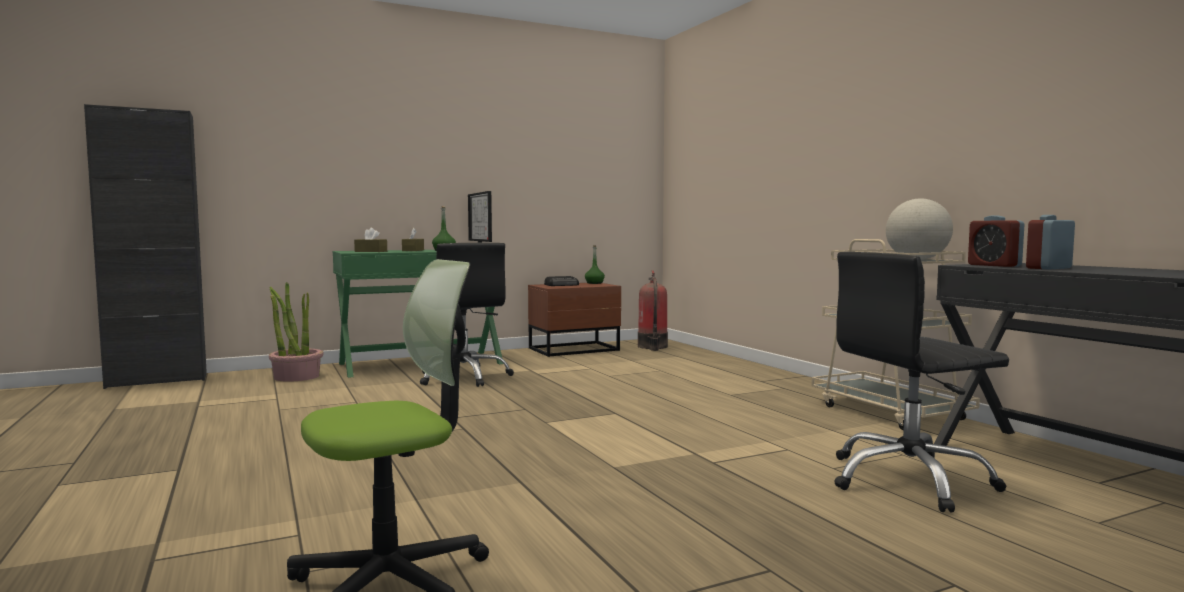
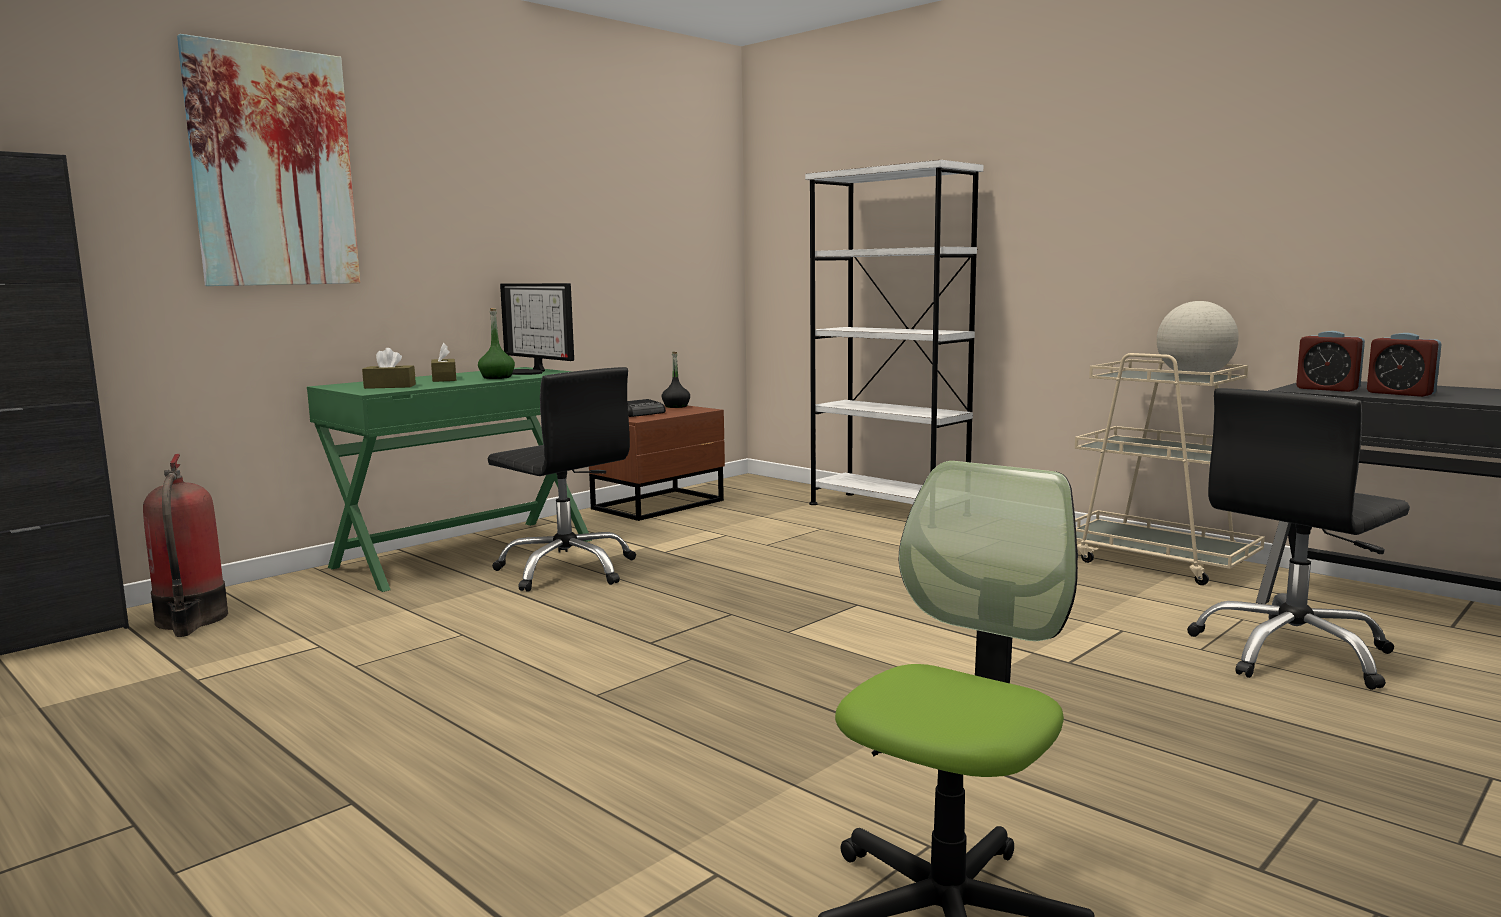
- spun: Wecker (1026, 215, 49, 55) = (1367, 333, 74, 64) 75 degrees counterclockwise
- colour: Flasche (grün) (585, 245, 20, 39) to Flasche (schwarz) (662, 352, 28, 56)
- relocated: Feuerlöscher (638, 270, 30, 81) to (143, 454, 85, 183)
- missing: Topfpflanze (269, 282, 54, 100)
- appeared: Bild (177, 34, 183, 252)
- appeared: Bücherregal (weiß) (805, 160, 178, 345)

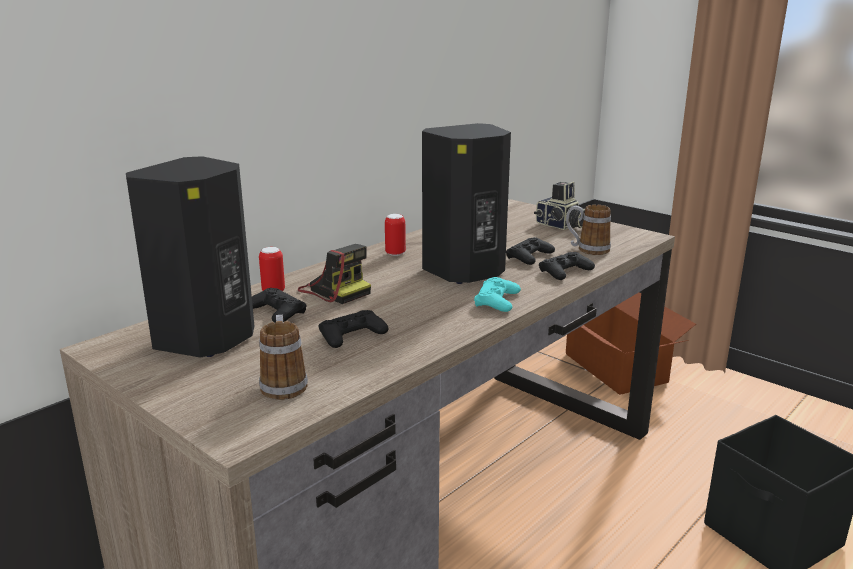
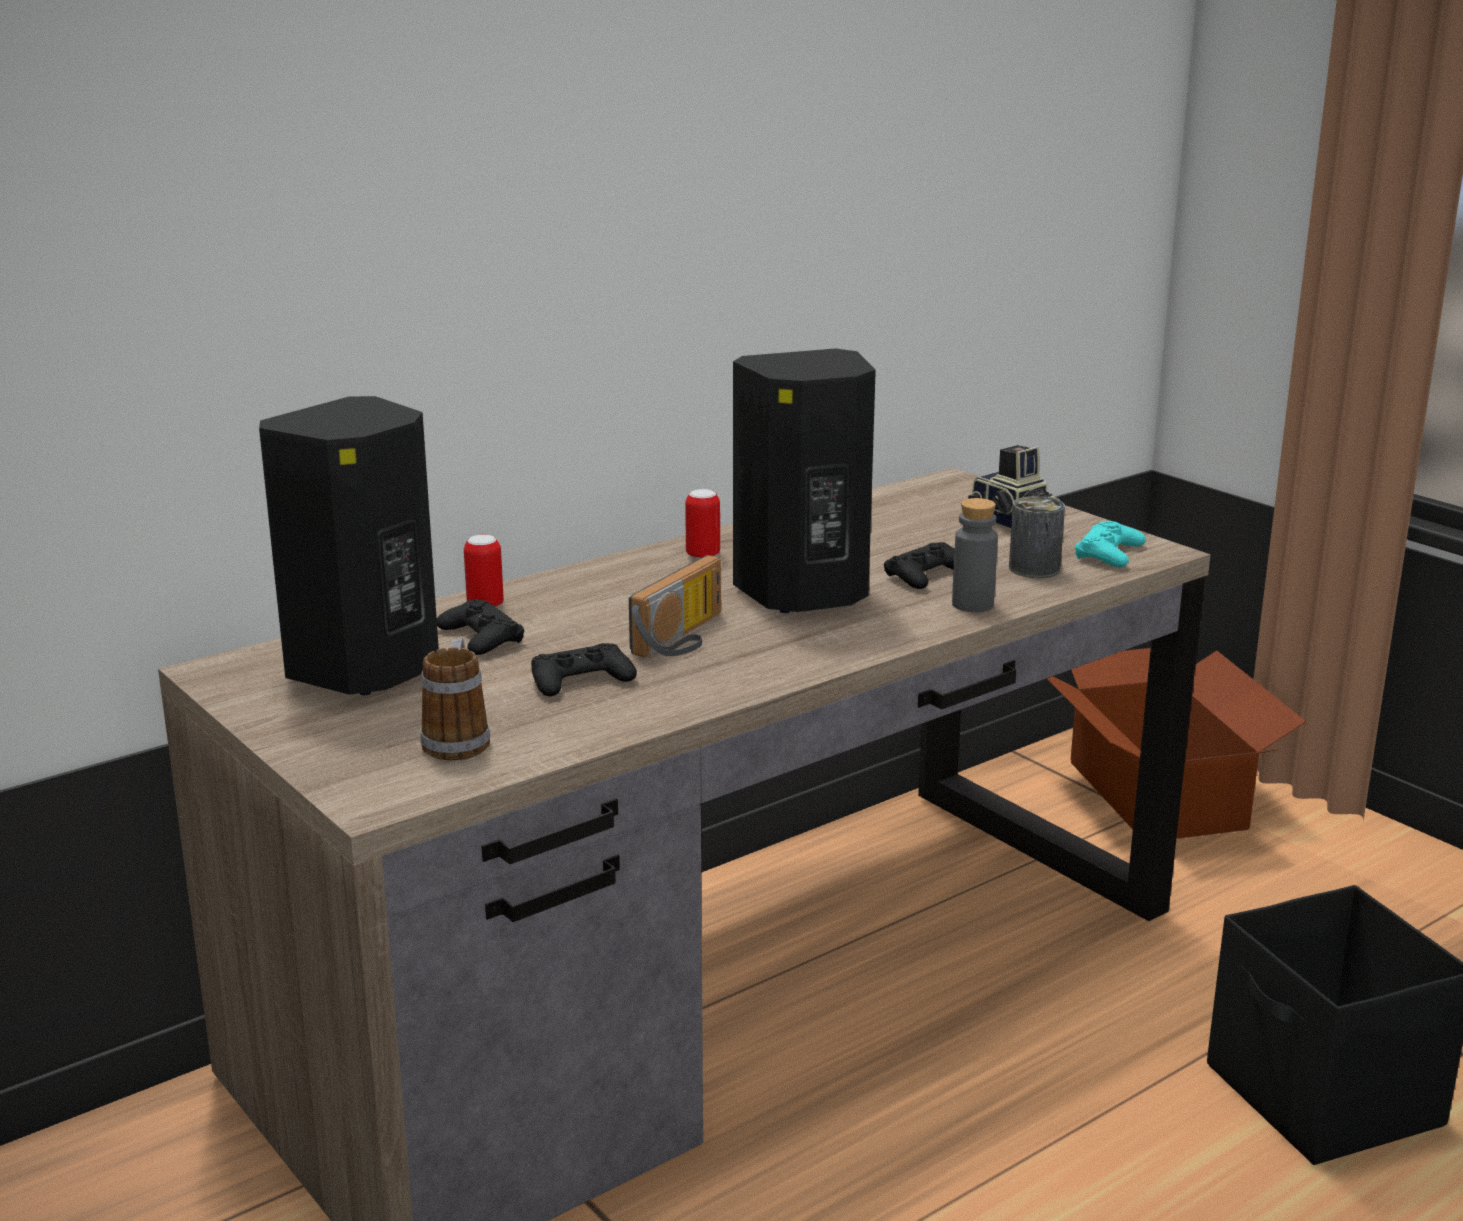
- exchanged: Henkelbecher (566, 205, 45, 50) to Dose (1009, 496, 56, 82)
- missing: Kamera (298, 244, 73, 60)
- exchanged: Gamepad (schwarz) (539, 252, 56, 28) to Flasche (grau) (952, 498, 46, 114)
- relocated: Gamepad (türkis) (474, 277, 47, 35) to (1075, 521, 71, 46)
- appeared: Radio (629, 555, 92, 102)

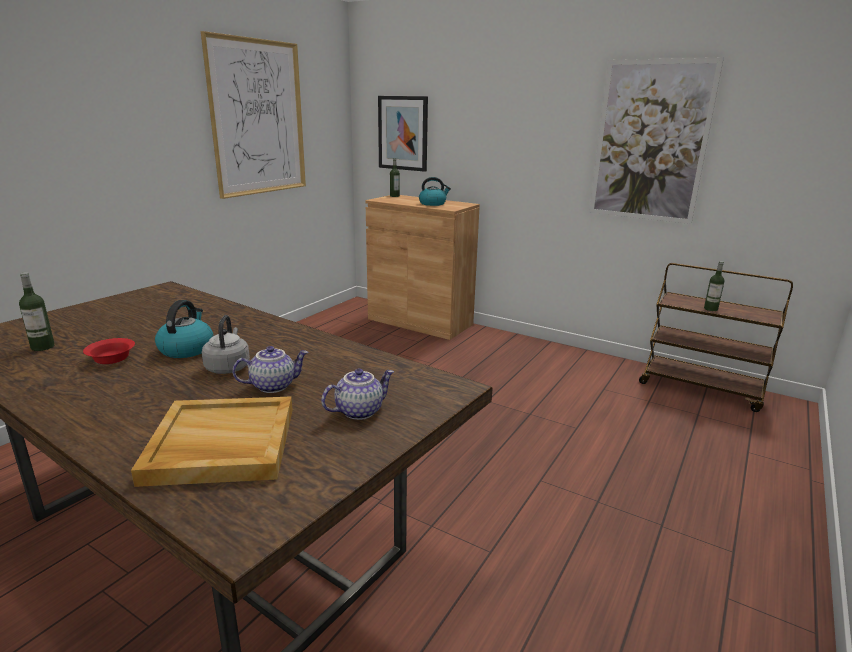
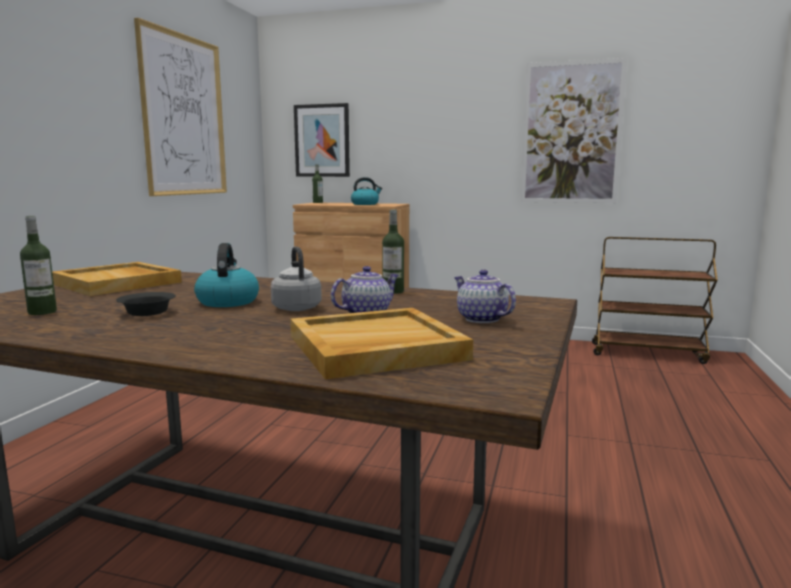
- relocated: Flasche (704, 261, 21, 50) to (382, 210, 22, 84)
- colour: Schüssel (rot) (83, 338, 52, 26) to Schüssel (schwarz) (116, 292, 60, 24)
- spun: Teekanne (321, 369, 73, 51) = (454, 269, 62, 54) 75 degrees counterclockwise
- appeared: Tablett (beige) (52, 262, 130, 34)

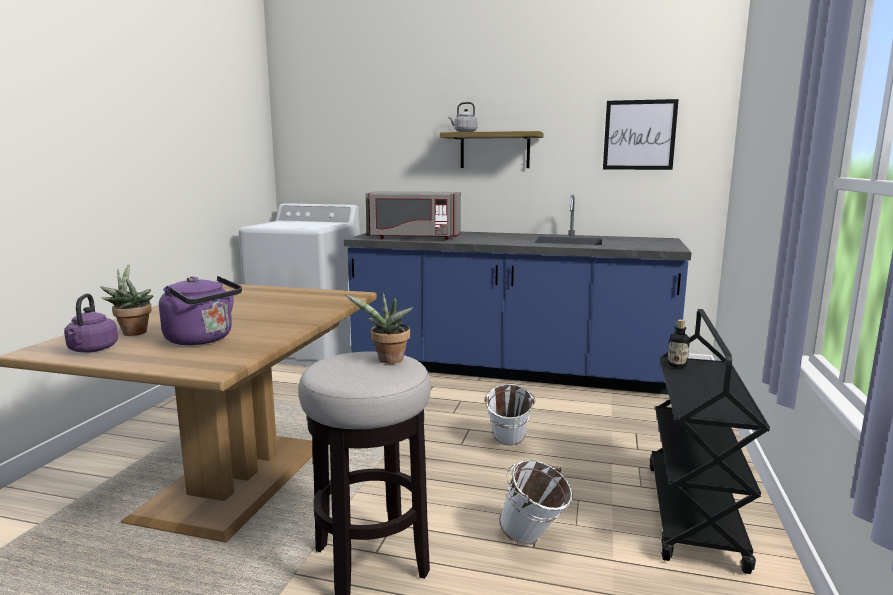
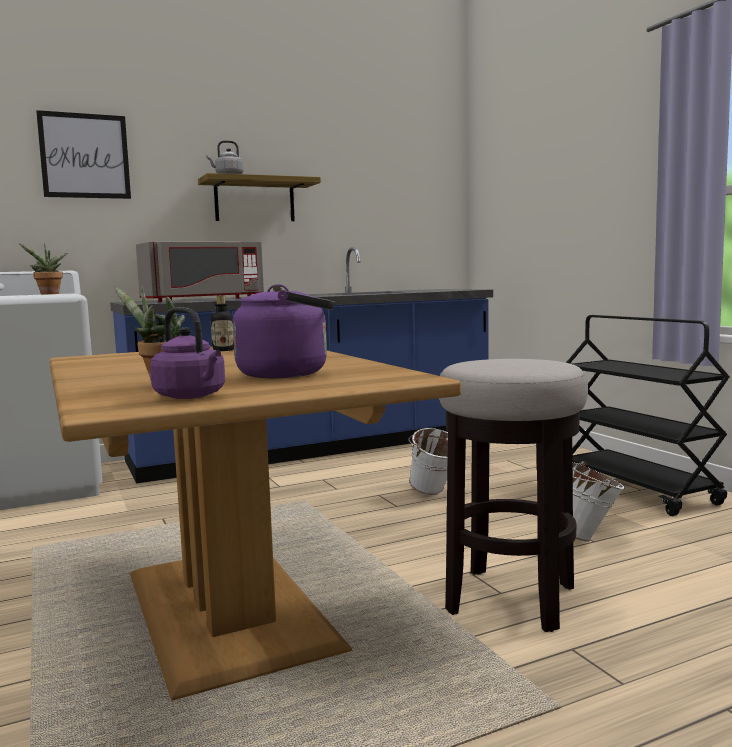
- relocated: Bild (603, 99, 76, 71) to (36, 110, 95, 89)
- relocated: Topfpflanze (345, 292, 68, 72) to (19, 243, 48, 52)
- relocated: Flasche (668, 320, 22, 48) to (211, 295, 23, 56)

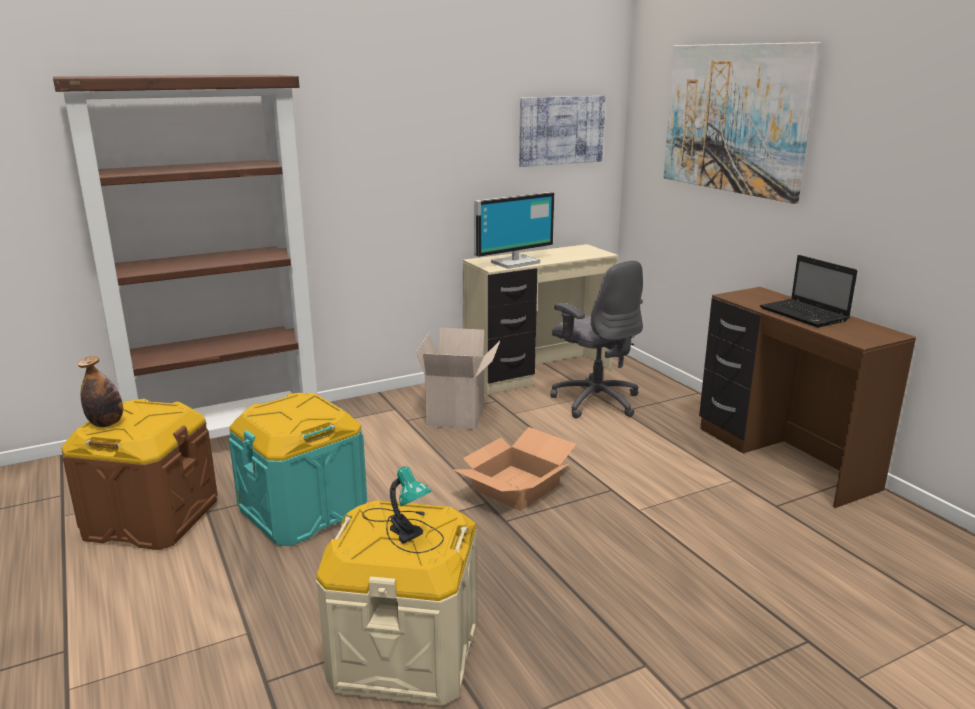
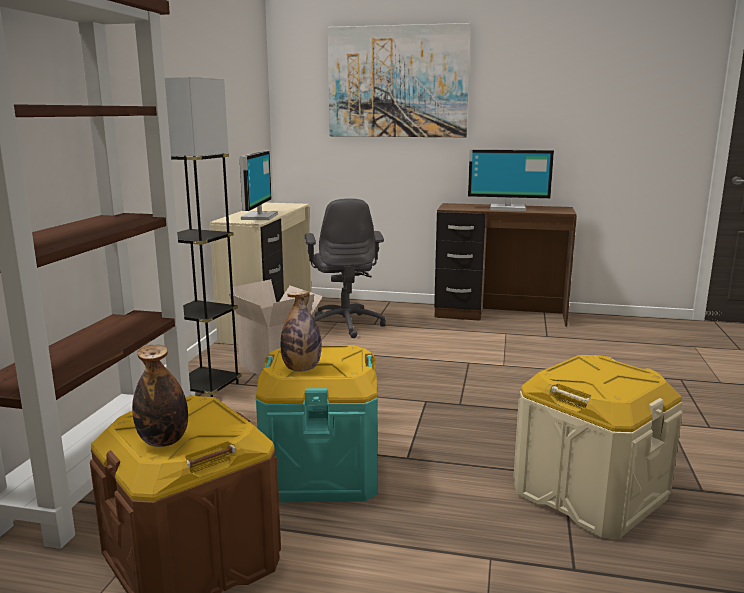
- missing: Bild (519, 96, 86, 71)
- exchanged: Laptop (760, 255, 98, 72) to Monitor (468, 149, 86, 62)
- spun: Bürostuhl (grau) (550, 260, 93, 158) = (305, 198, 81, 140) 75 degrees clockwise
- missing: Karton (453, 427, 124, 84)
- missing: Tischlampe (362, 466, 82, 87)
- appeared: Stehlampe (grau) (165, 77, 77, 320)
- appeared: Flasche (281, 292, 40, 80)

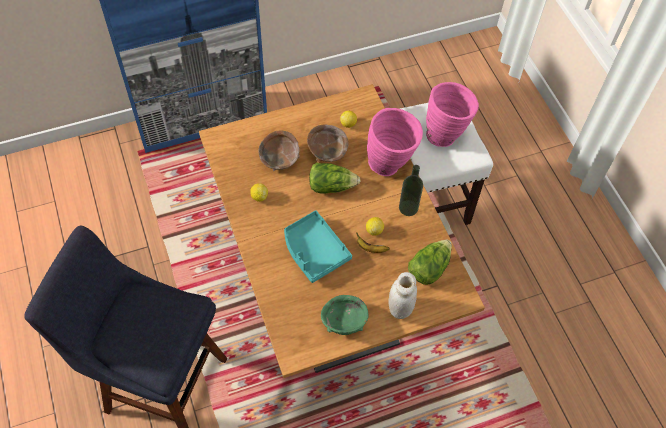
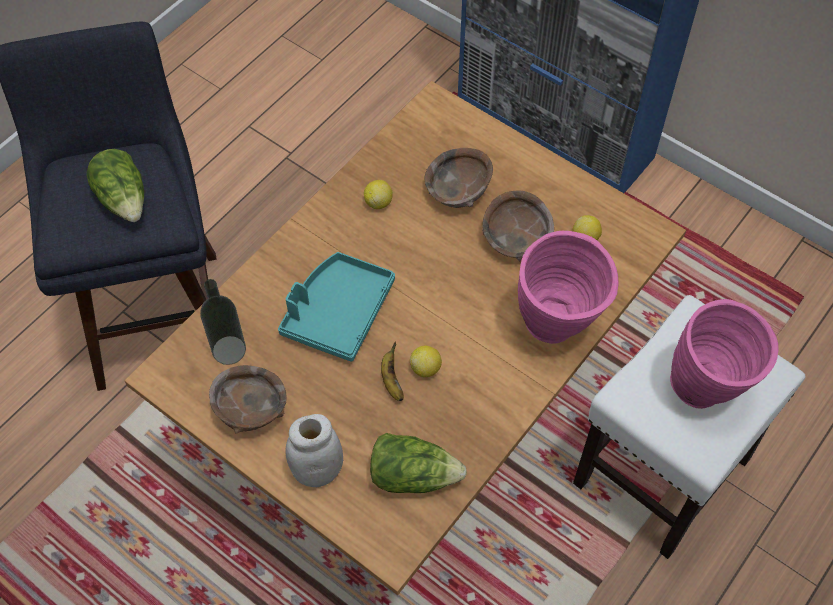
- relocated: Salatkopf (309, 163, 52, 30) to (87, 149, 57, 73)
- relocated: Flasche (399, 165, 24, 51) to (200, 279, 46, 86)
- colour: Schüssel (grün) (321, 295, 48, 40) to Schüssel (braun) (209, 365, 78, 69)

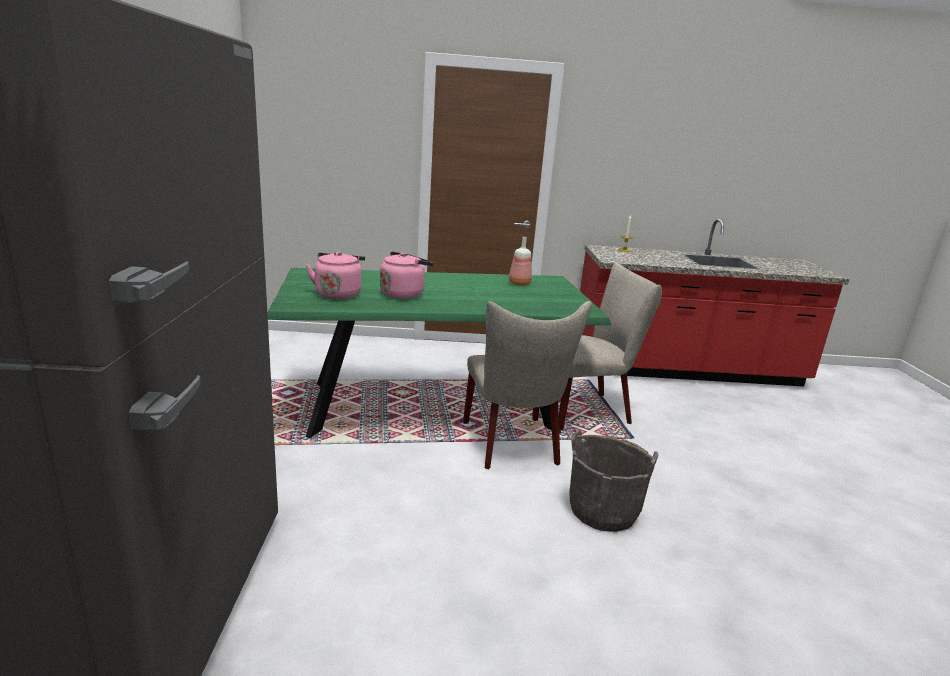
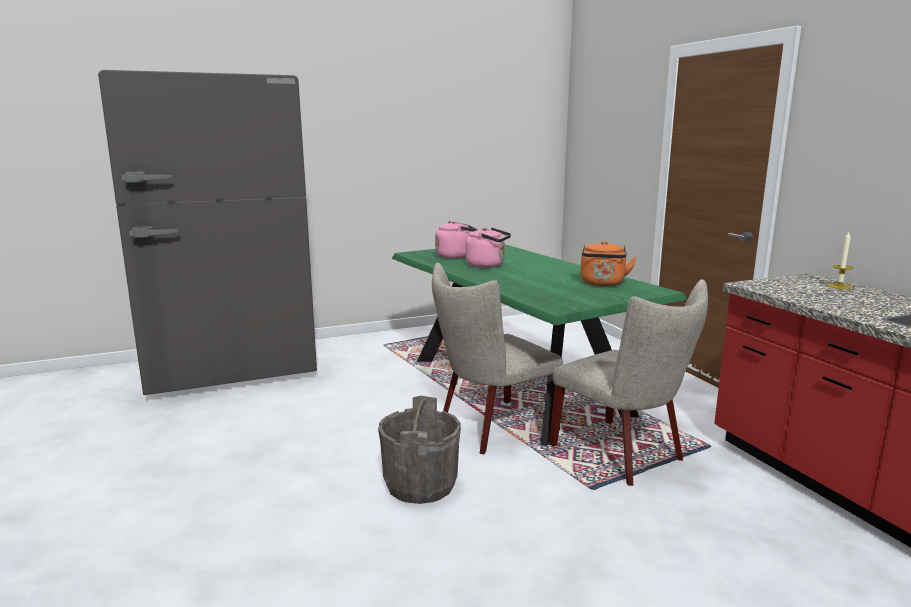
- exchanged: Flasche (509, 237, 23, 49) to Wasserkessel (orange) (580, 241, 57, 45)

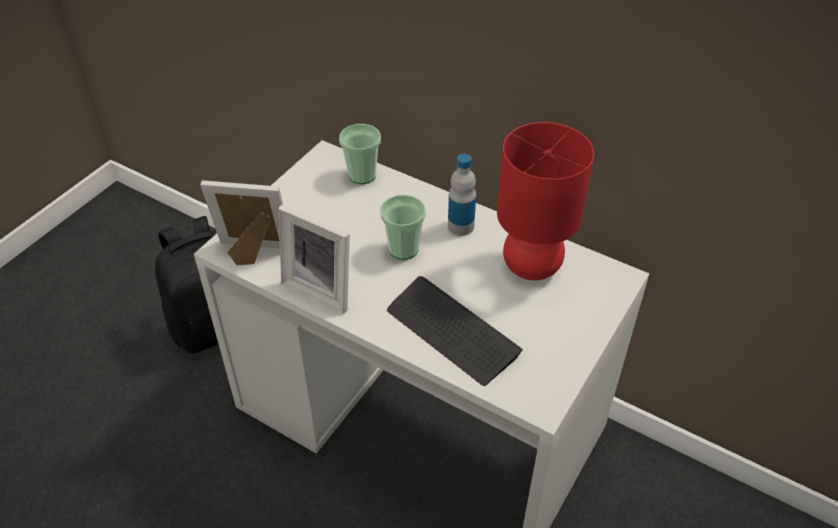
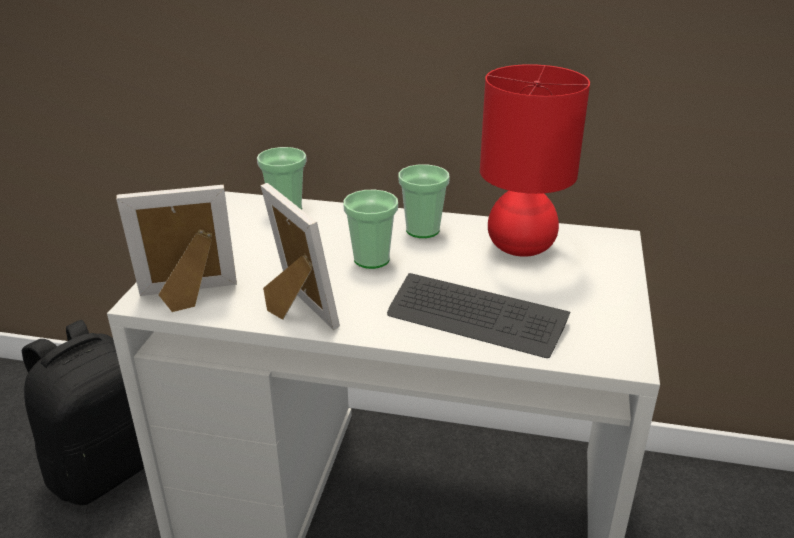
- exchanged: Flasche (448, 154, 28, 82) to Tasse (398, 165, 52, 73)
- spun: Bilderrahmen (279, 205, 71, 109) = (260, 183, 80, 147) 135 degrees counterclockwise

